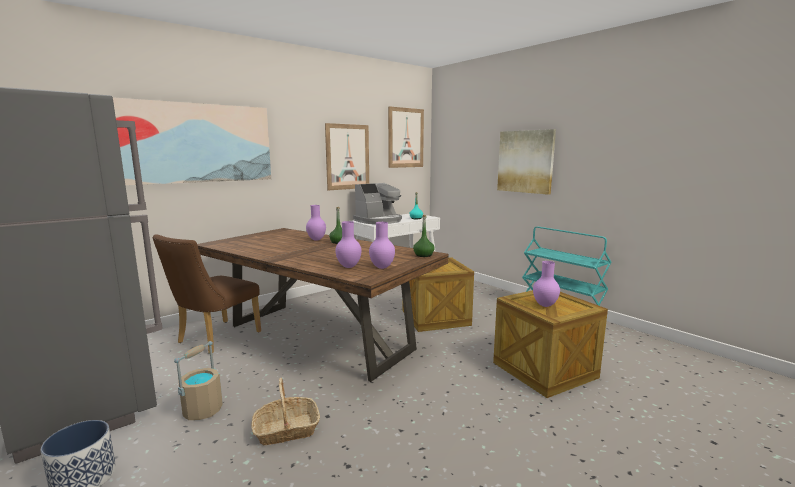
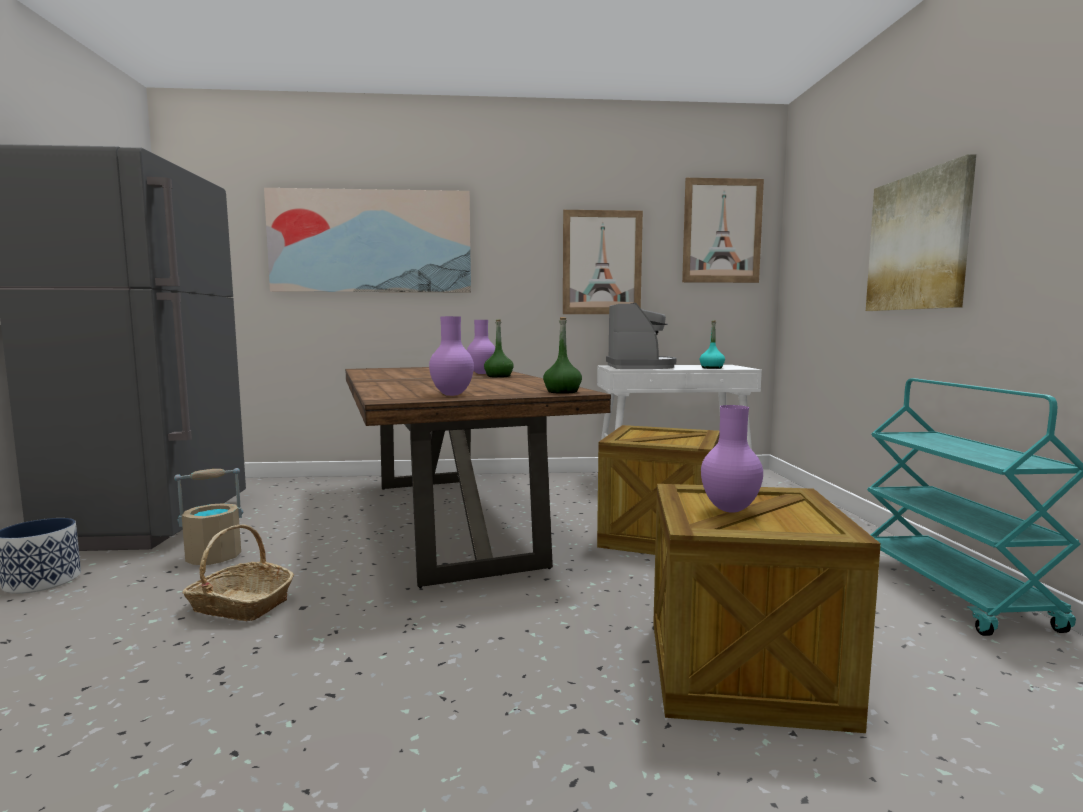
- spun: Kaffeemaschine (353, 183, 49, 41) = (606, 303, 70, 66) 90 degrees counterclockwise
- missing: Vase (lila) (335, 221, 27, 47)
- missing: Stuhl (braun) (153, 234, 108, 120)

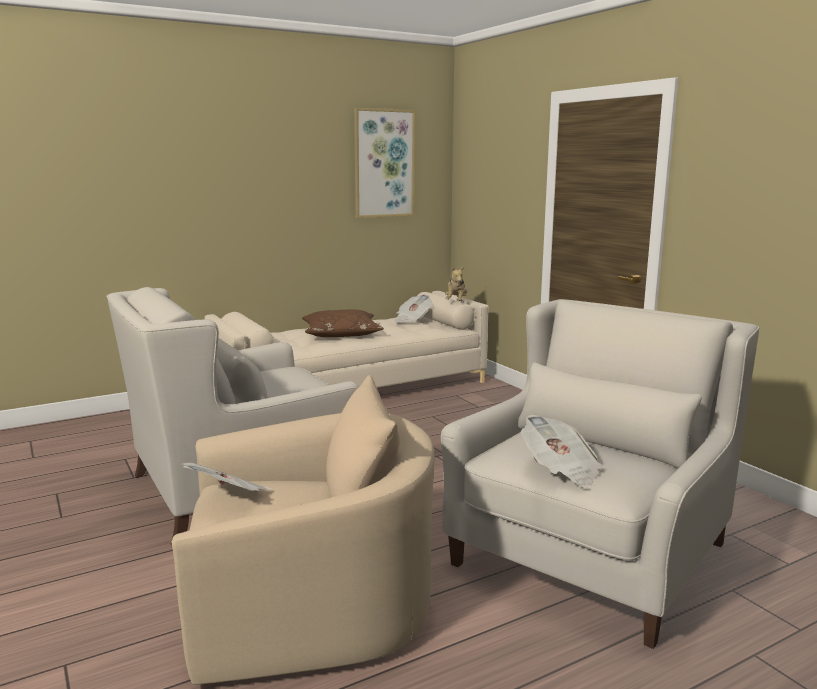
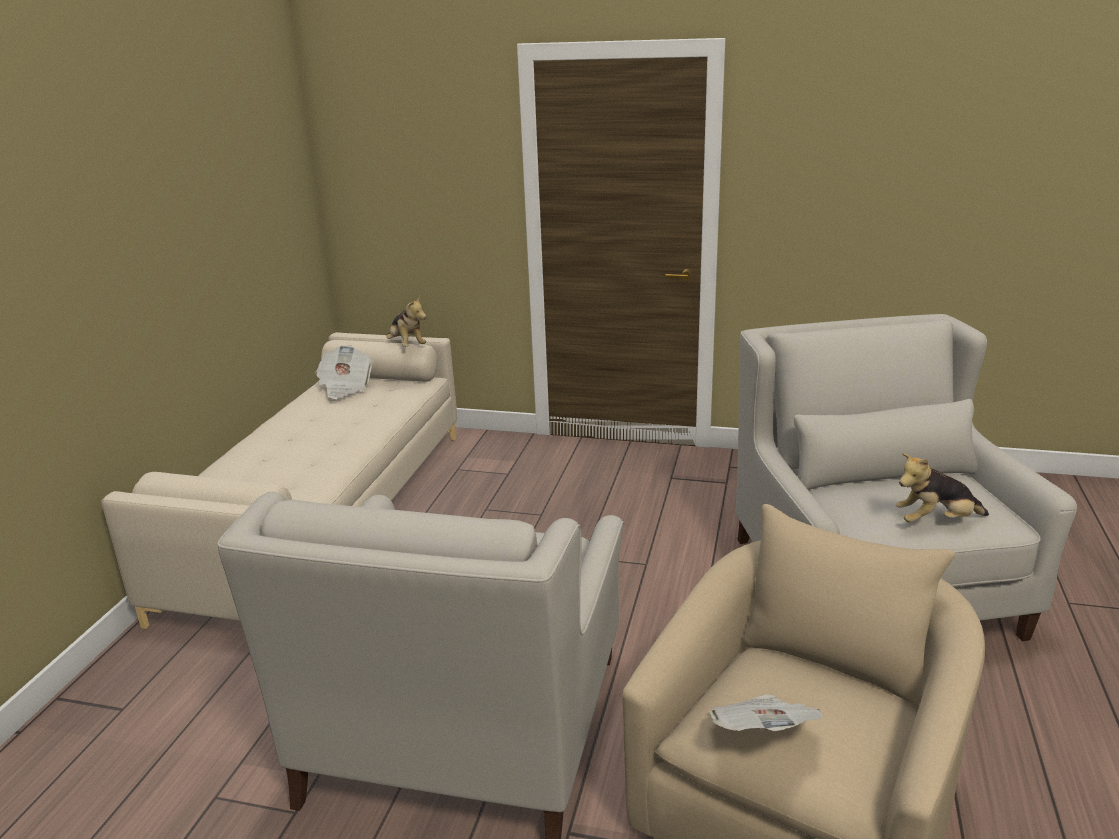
- missing: Bild (354, 108, 61, 110)
- missing: Kissen (braun) (302, 310, 82, 27)
- exchanged: Zeitung (521, 415, 82, 74) to Plüschtier (896, 453, 93, 69)

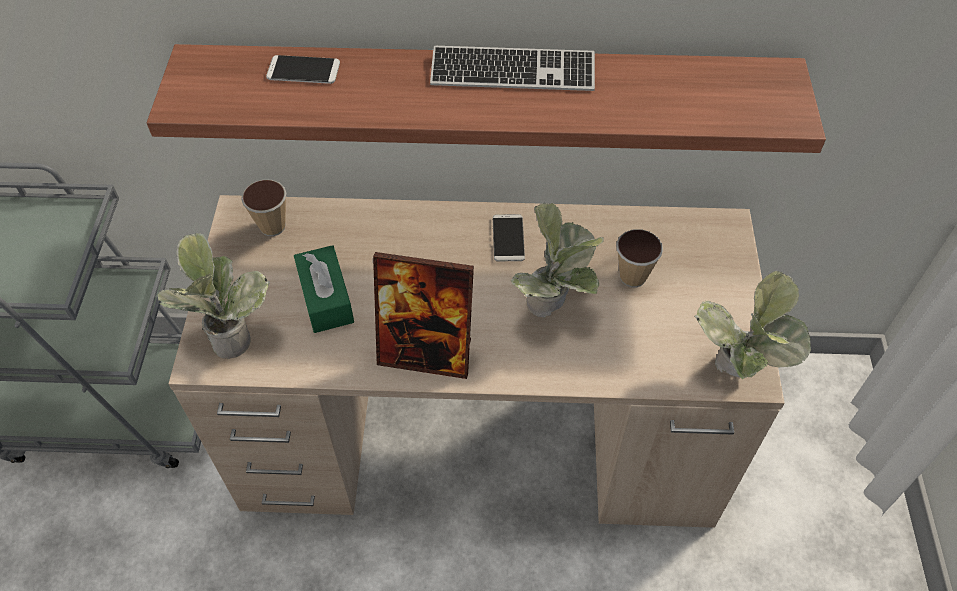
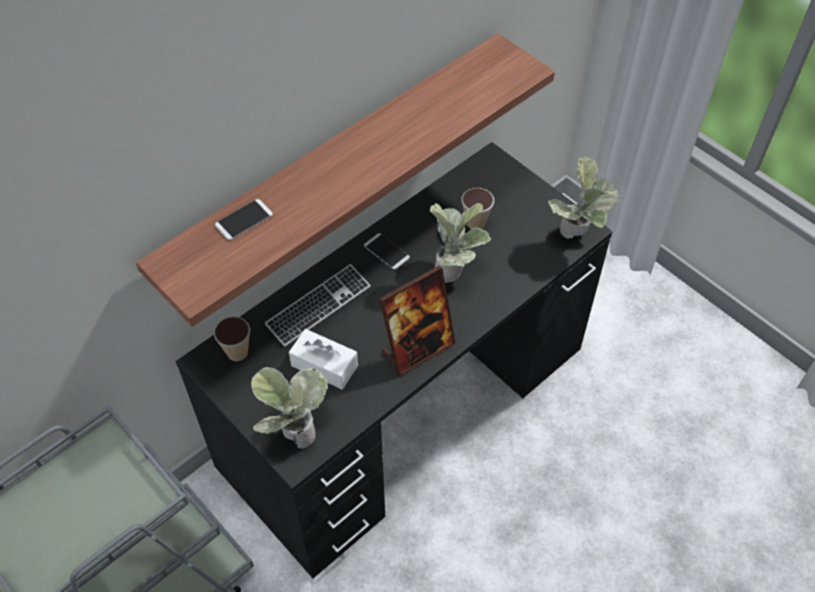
- relocated: Tastatur (430, 46, 165, 45) to (265, 264, 106, 83)
- colour: Schreibtisch (beige) (168, 195, 617, 333) to Schreibtisch (schwarz) (176, 142, 437, 436)
- colour: Taschentuchbox (grün) (294, 245, 60, 88) to Taschentuchbox (weiß) (289, 329, 69, 61)

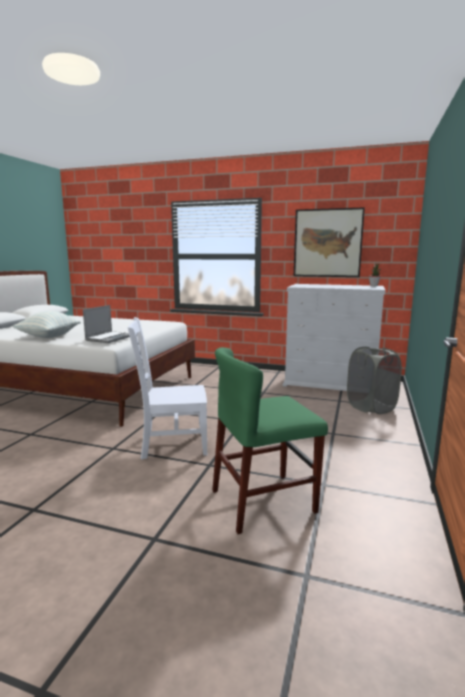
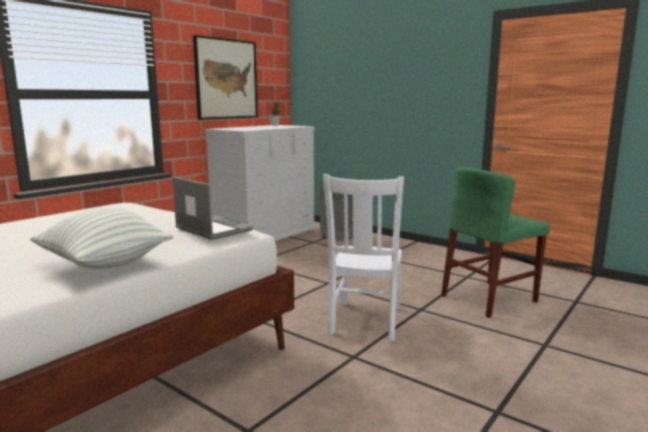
- spun: Stuhl (grün) (212, 347, 116, 187) = (441, 167, 109, 151) 60 degrees clockwise

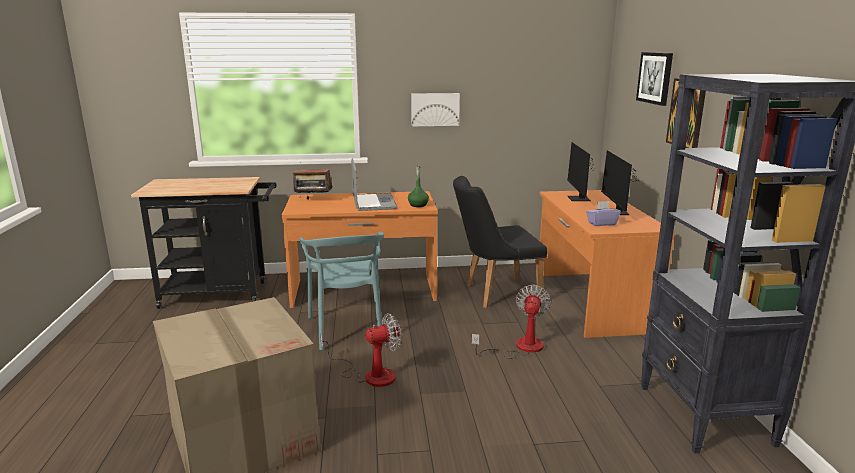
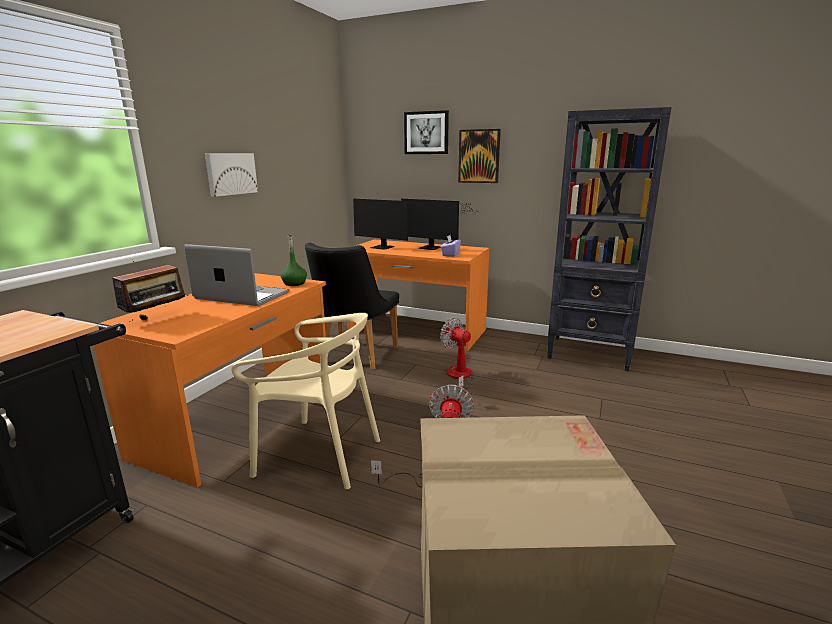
- colour: Stuhl (türkis) (300, 232, 84, 118) to Stuhl (beige) (232, 313, 148, 176)

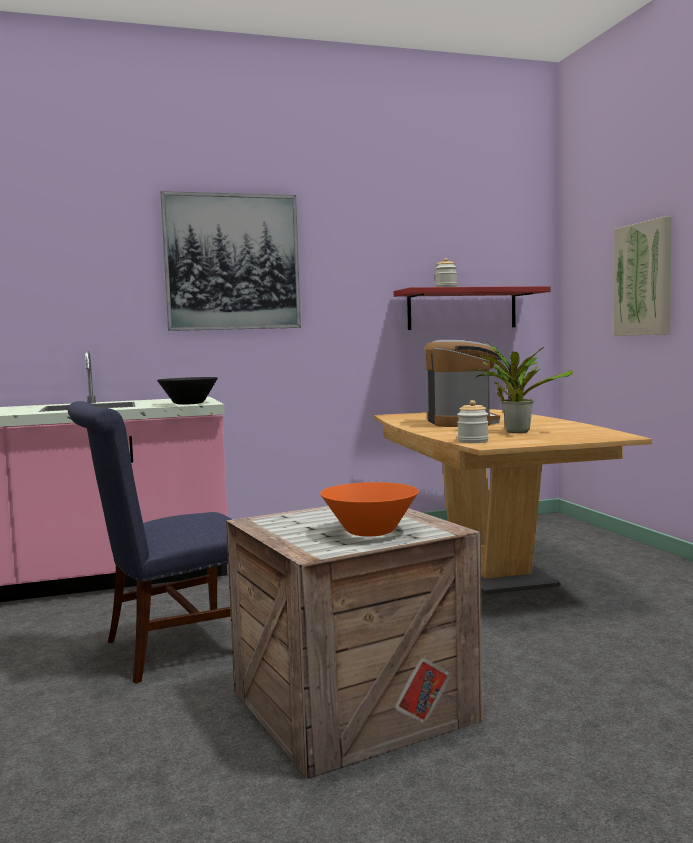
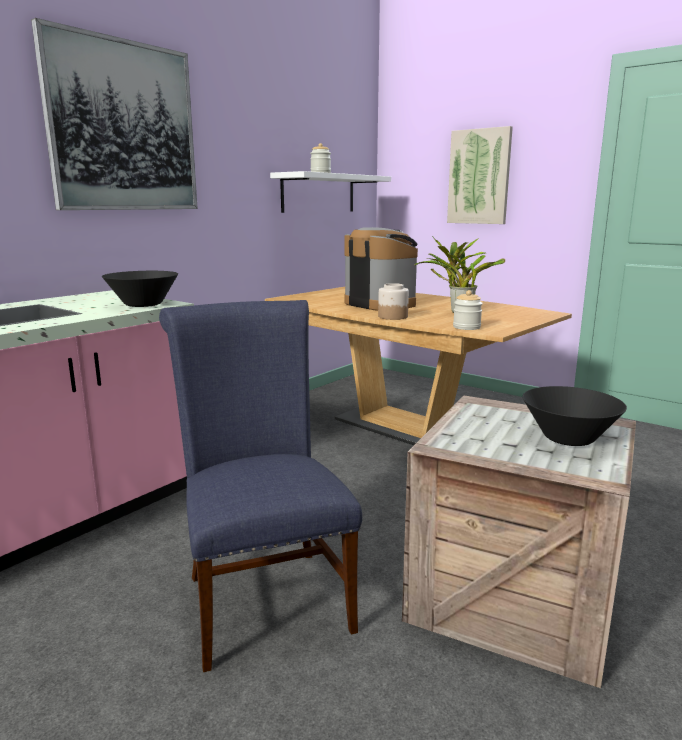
- colour: Wandregal (rot) (394, 286, 157, 44) to Wandregal (weiß) (270, 171, 121, 42)
- spun: Stuhl (blau) (68, 401, 165, 283) = (159, 300, 203, 372) 135 degrees clockwise
- colour: Schüssel (orange) (320, 482, 99, 54) to Schüssel (schwarz) (522, 386, 105, 60)
- appeared: Vorratsglas (378, 283, 31, 37)

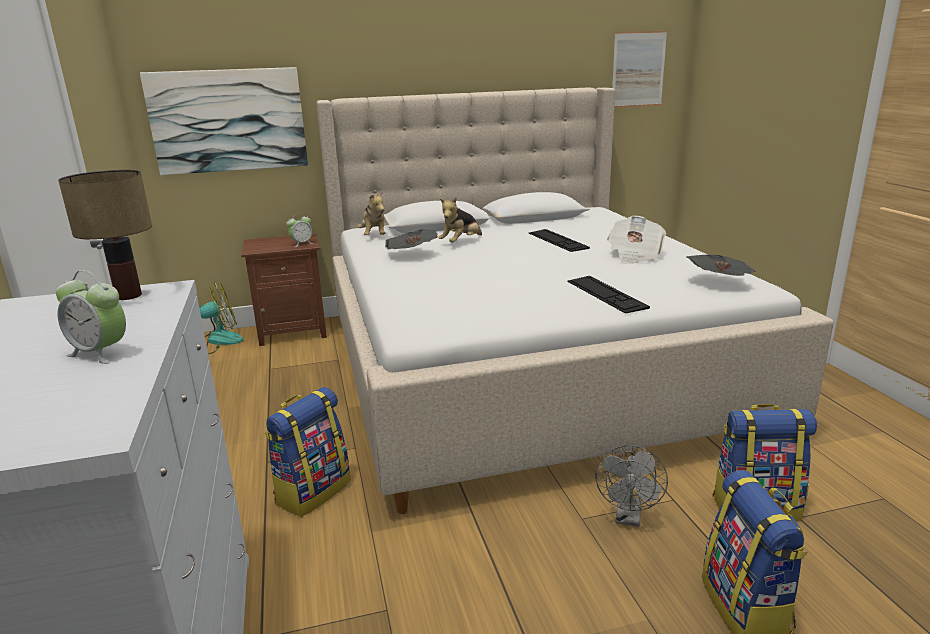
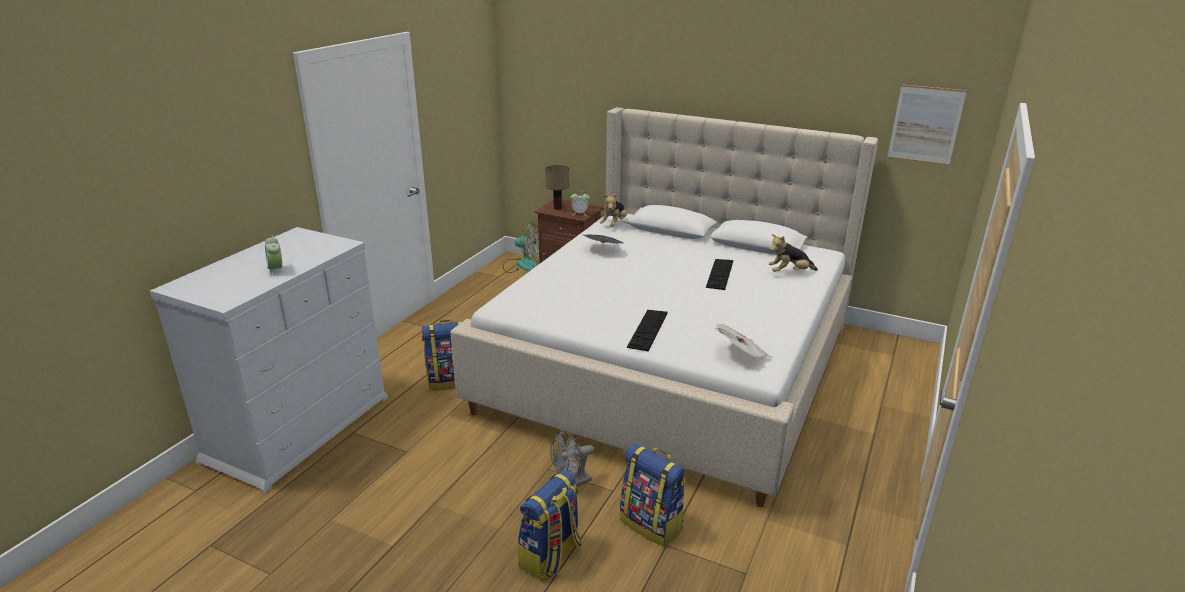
- missing: Bild (140, 67, 168, 108)
- relocated: Tischlampe (58, 170, 94, 130) to (545, 165, 24, 45)
- relocated: Plüschtier (438, 197, 44, 46) to (769, 234, 49, 38)
- missing: Zeitung (607, 216, 59, 48)

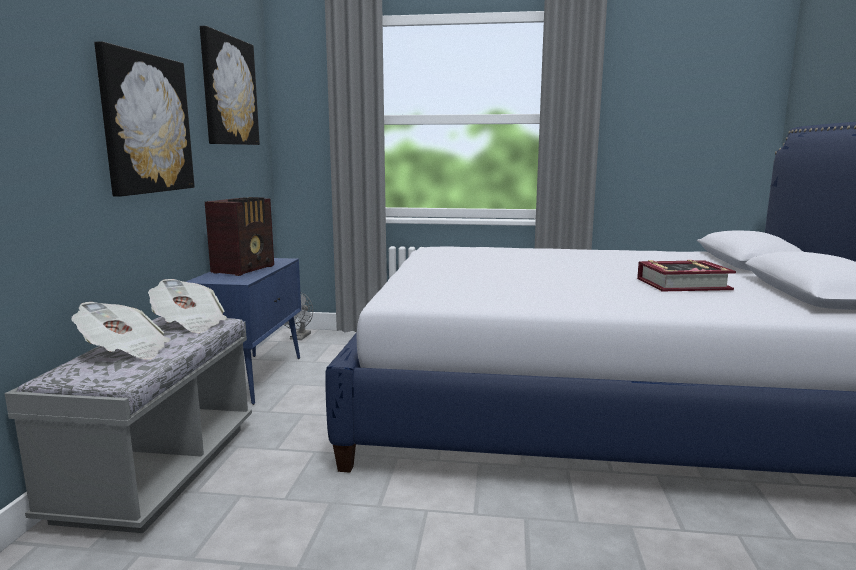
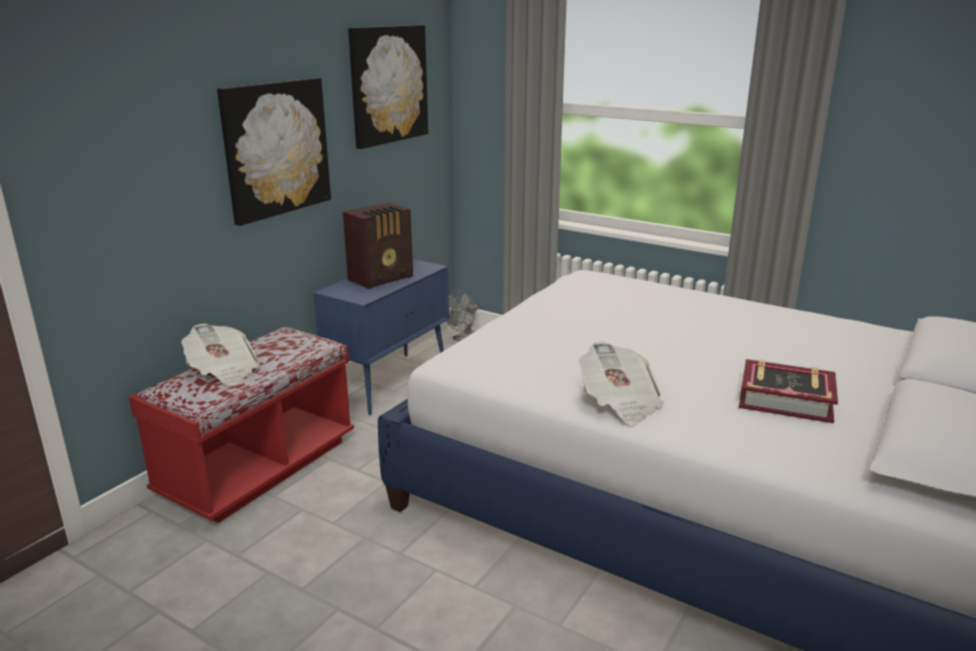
- relocated: Zeitung (148, 279, 79, 54) to (579, 341, 85, 84)
- colour: Bank (grau) (5, 316, 247, 217) to Bank (rot) (129, 327, 225, 196)

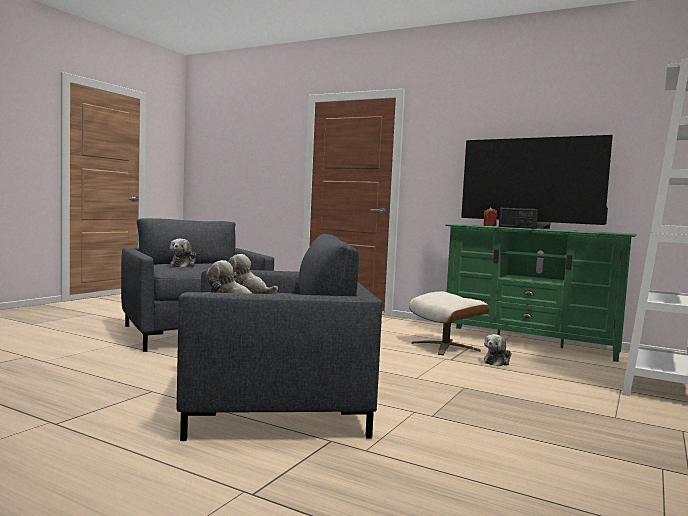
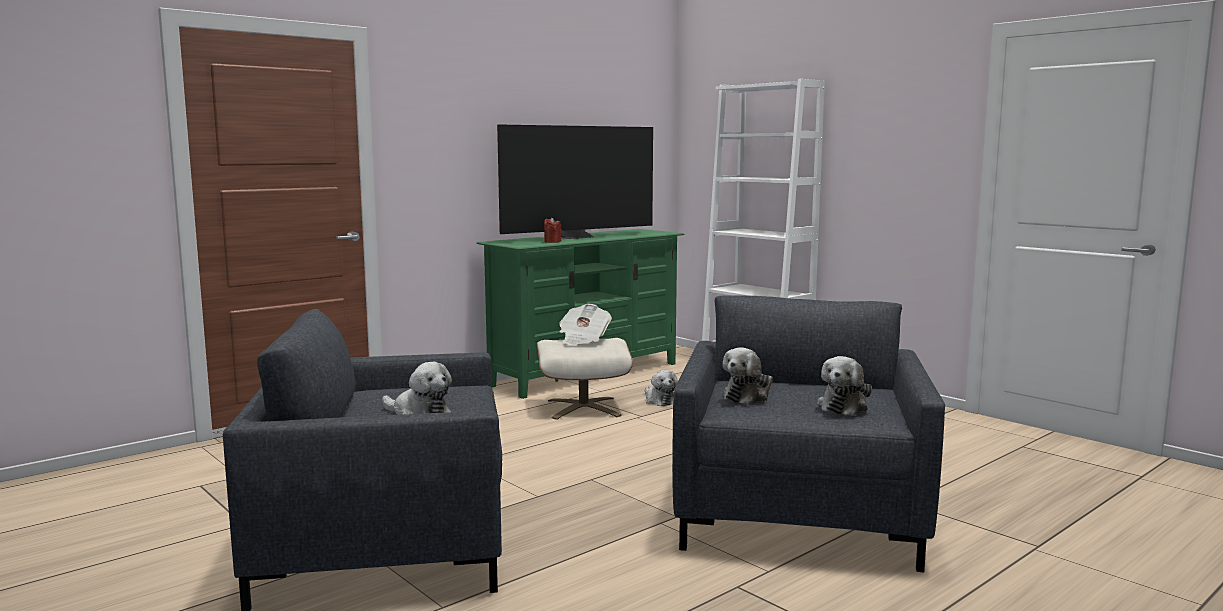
- missing: Radio (499, 208, 39, 21)
- appeared: Zeitung (559, 304, 53, 41)

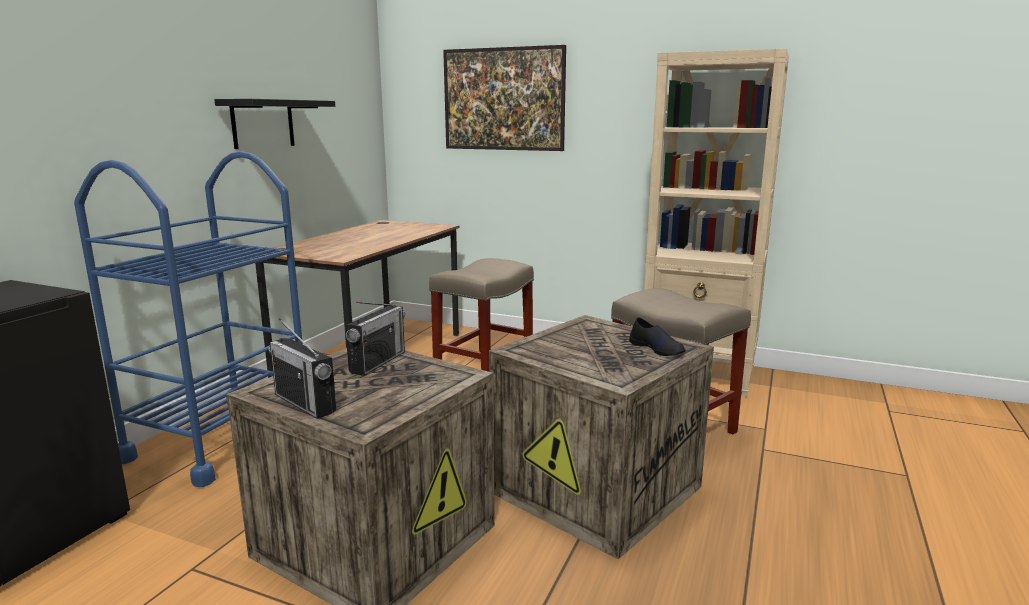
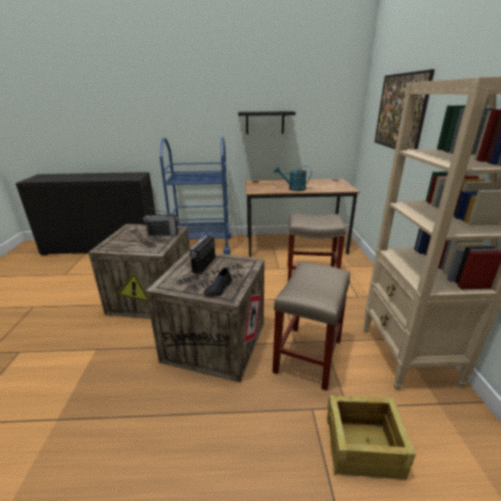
- relocated: Radio (269, 318, 68, 101) to (189, 227, 26, 47)
- appeared: Gießkanne (türkis) (274, 166, 38, 25)
- appeared: Kiste (327, 395, 89, 85)

